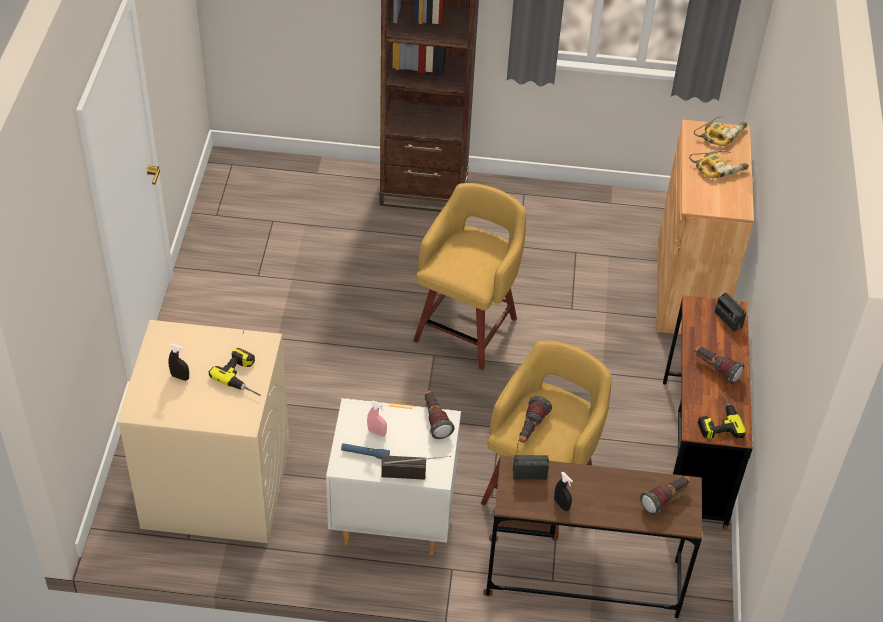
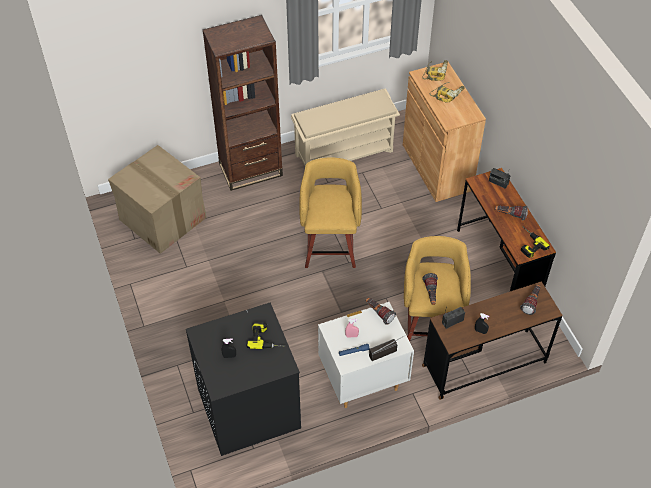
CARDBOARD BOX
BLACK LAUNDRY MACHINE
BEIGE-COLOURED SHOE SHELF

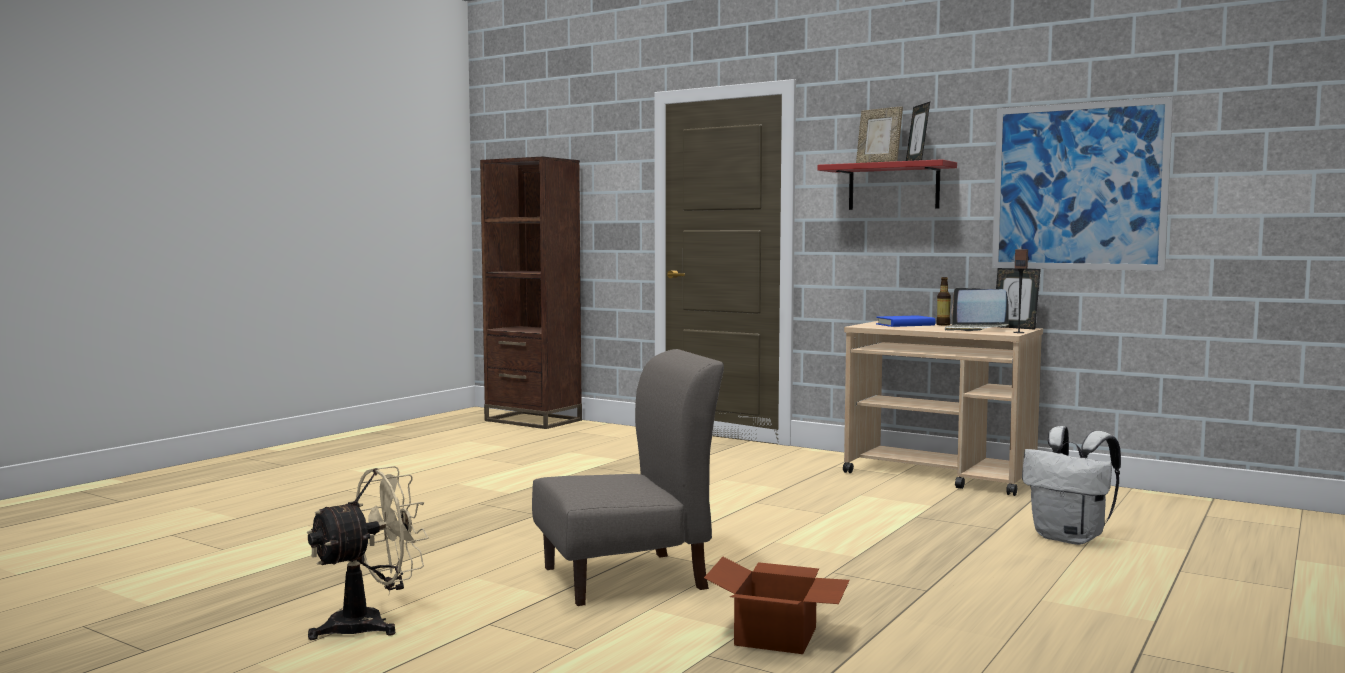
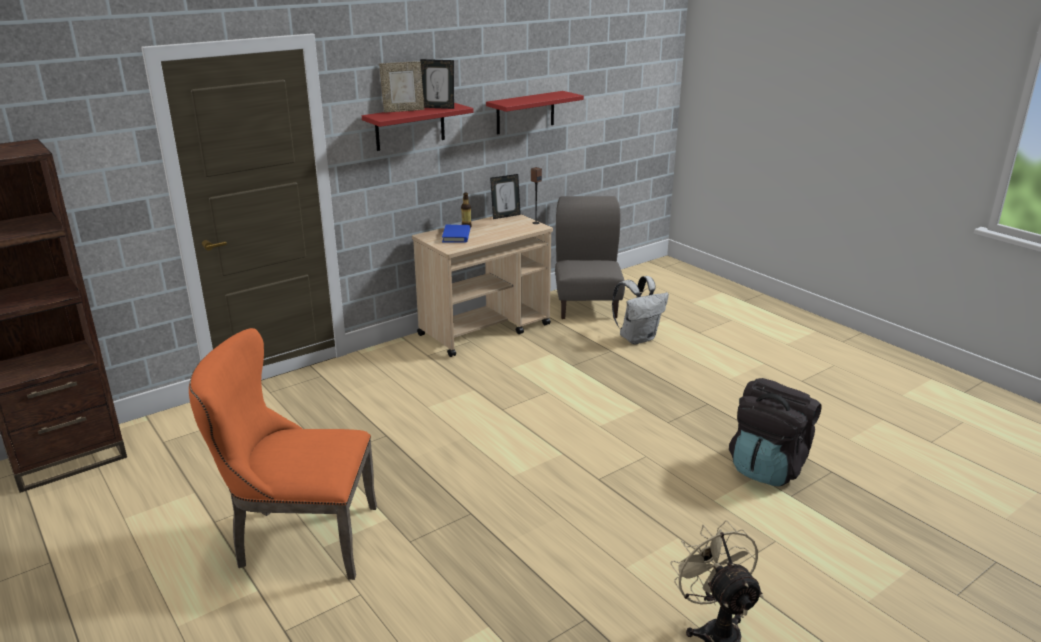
ORANGE CHAIR
REDDISH WALL SHELF (2nd from left)
GREY CHAIR
BLACK BACKPACK
PORTABLE COMPUTER

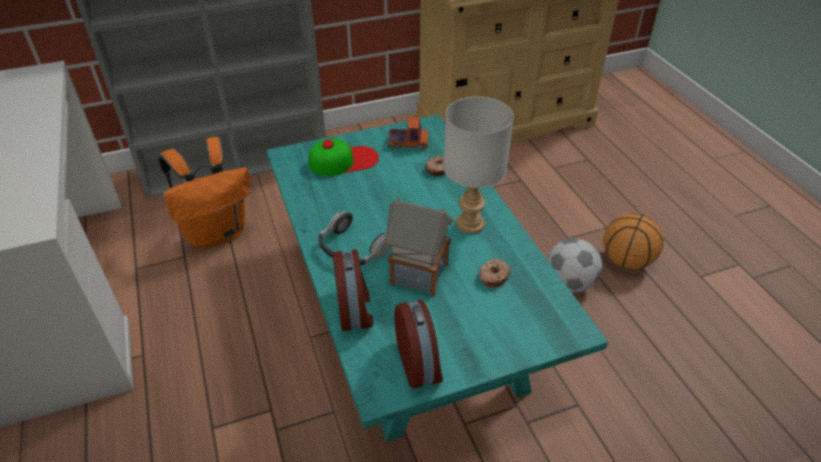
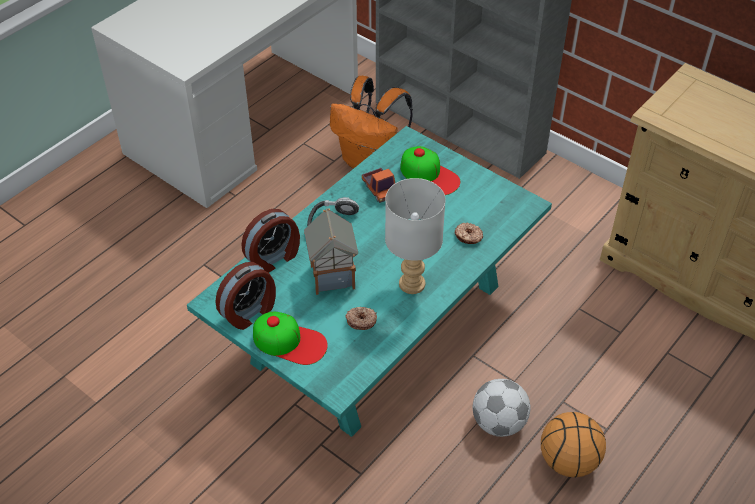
CAP (1st from left)
TOY TRUCK

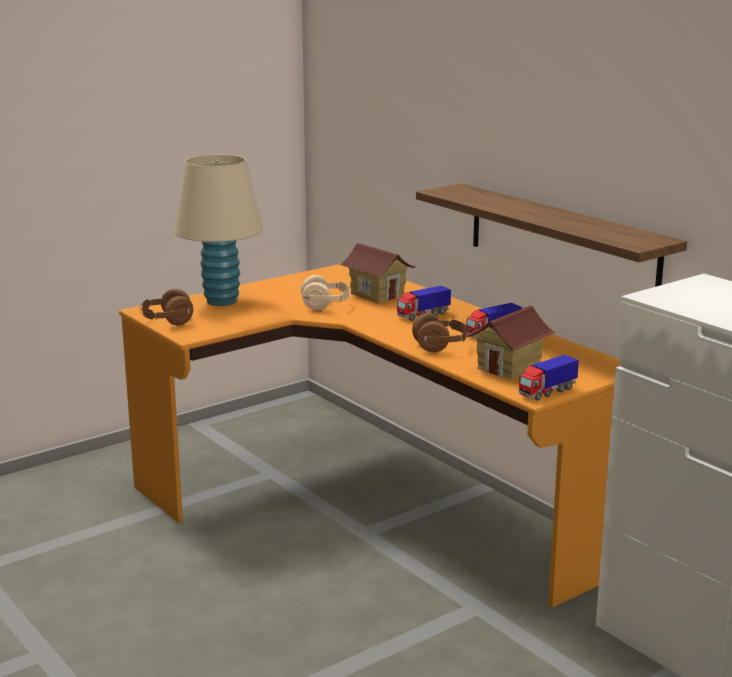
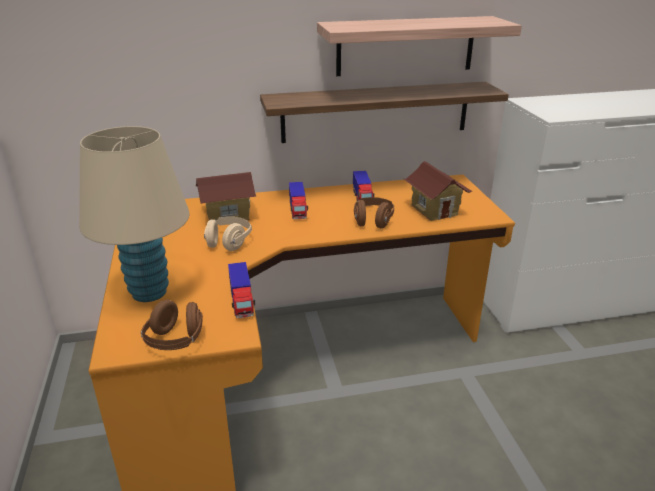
TOY TRUCK (1st from left)
WALL SHELF (2nd from left)

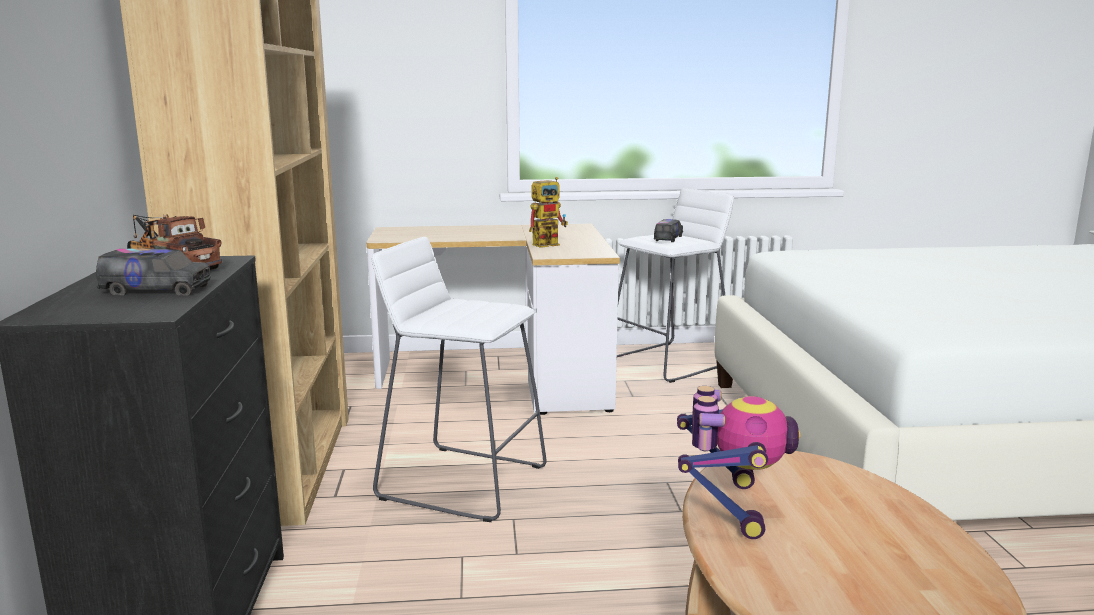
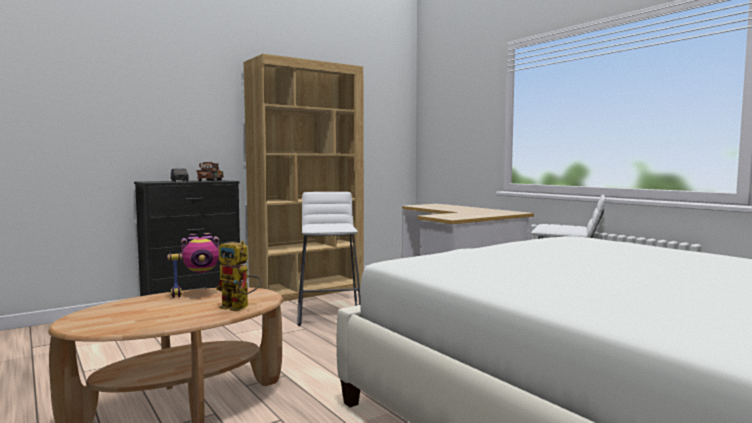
ROBOT FIGURE (2nd from left)
TOY TRUCK (3rd from left in the first image)

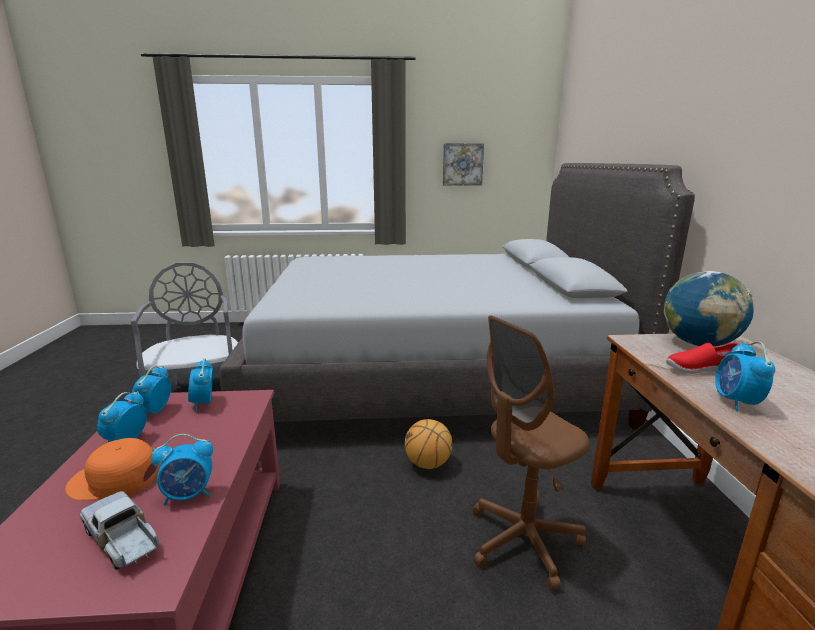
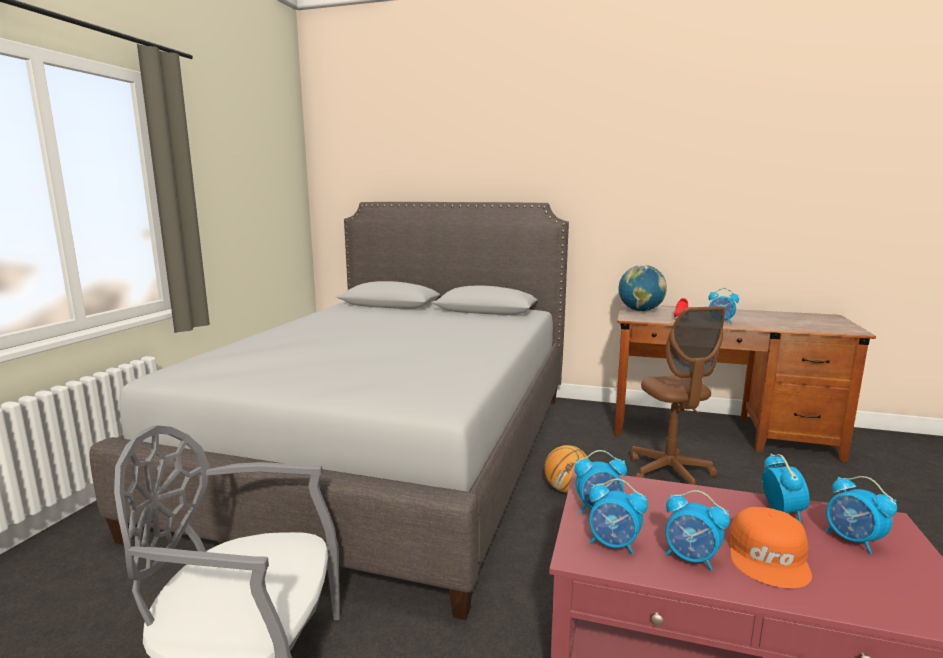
TABLE CLOCK (6th from left)
PICTURE

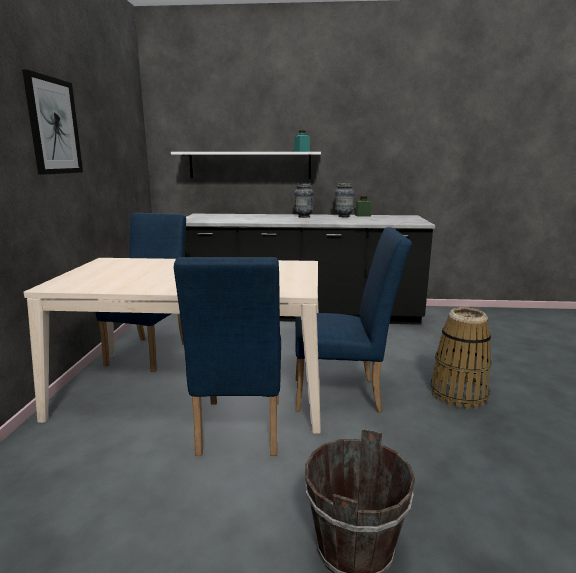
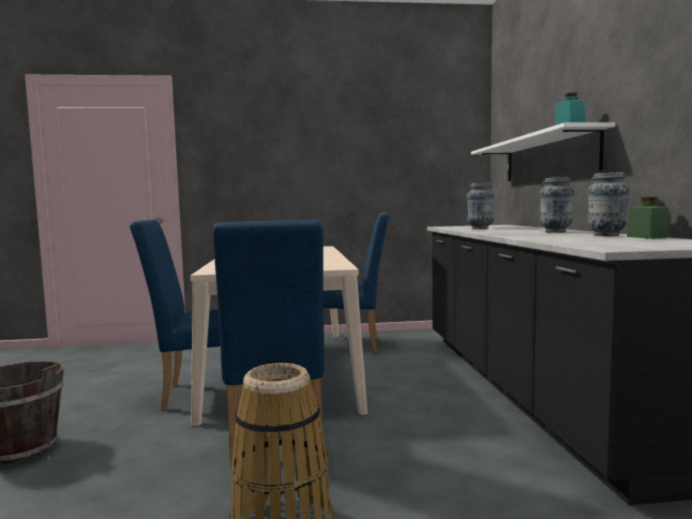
VASE (1st from left)
PICTURE

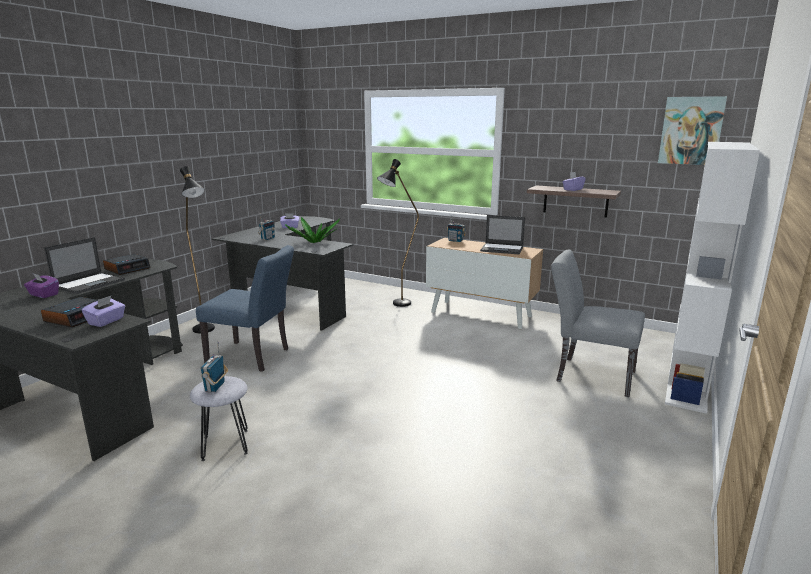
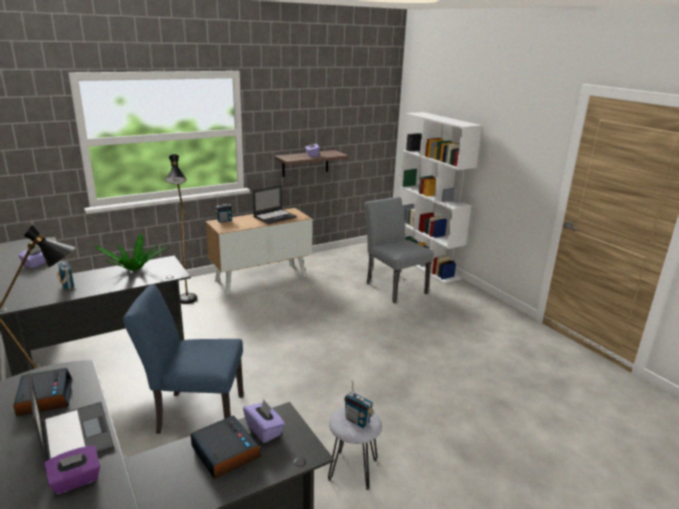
BLUISH CHAIR
GREY CHAIR
PICTURE

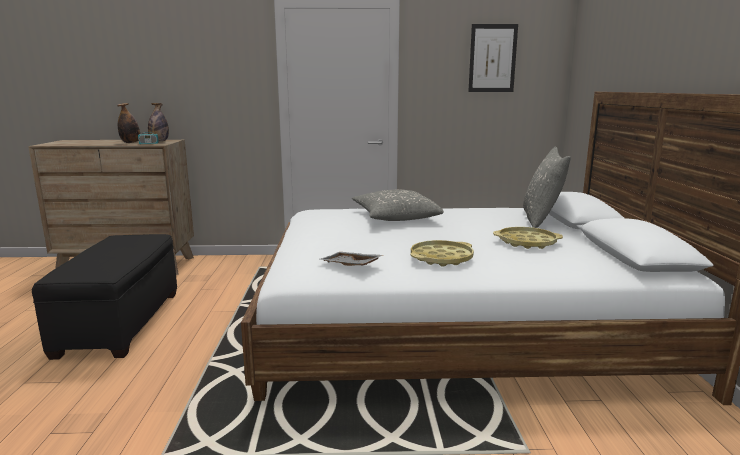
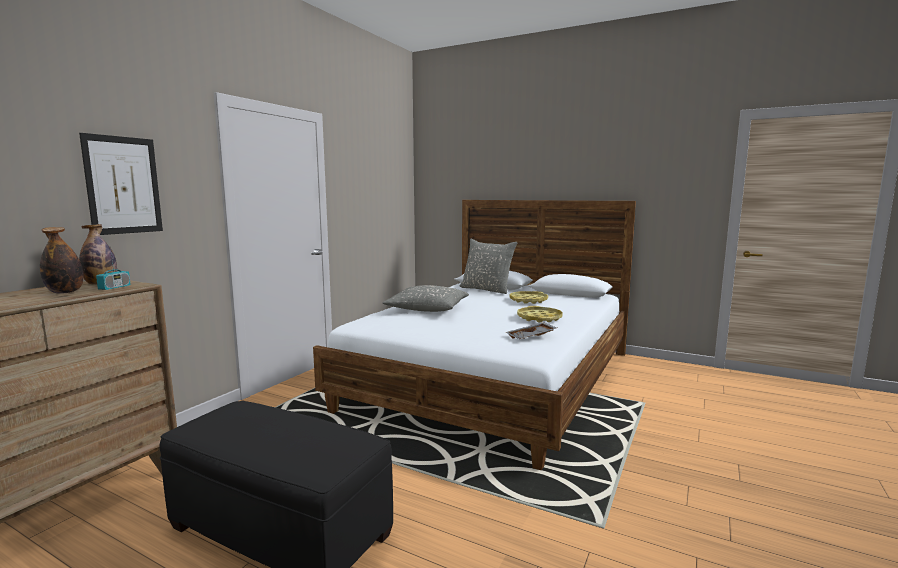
PICTURE

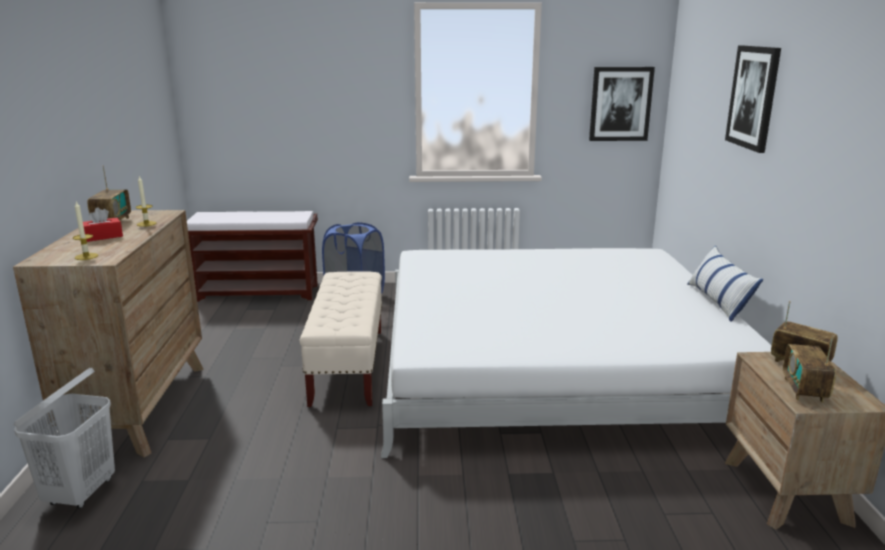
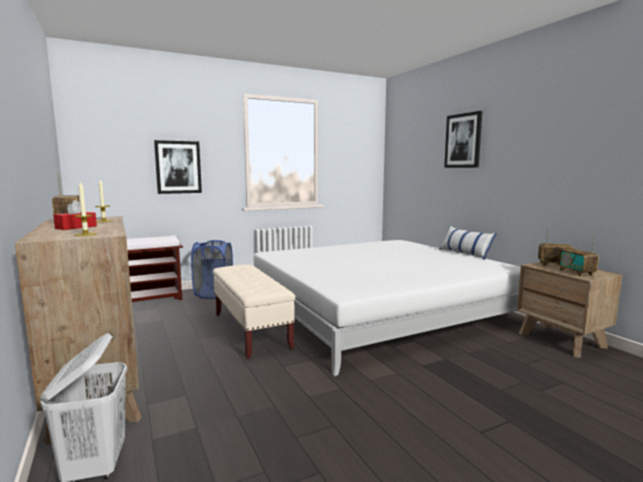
PICTURE (1st from left)

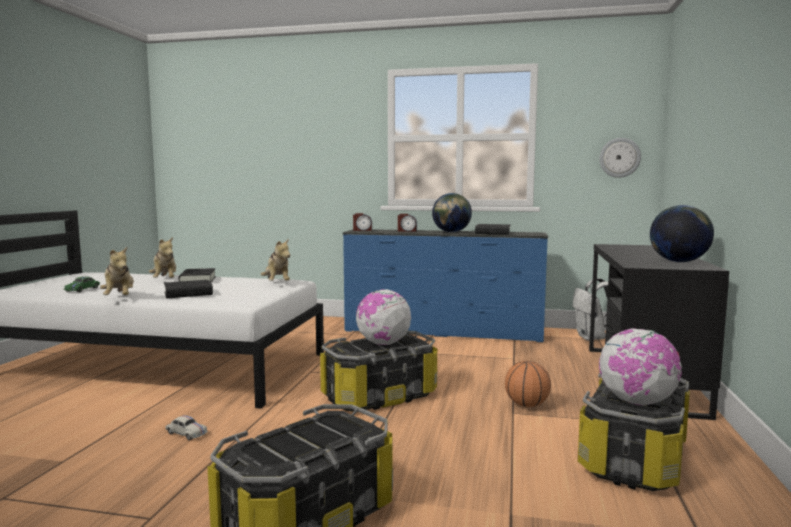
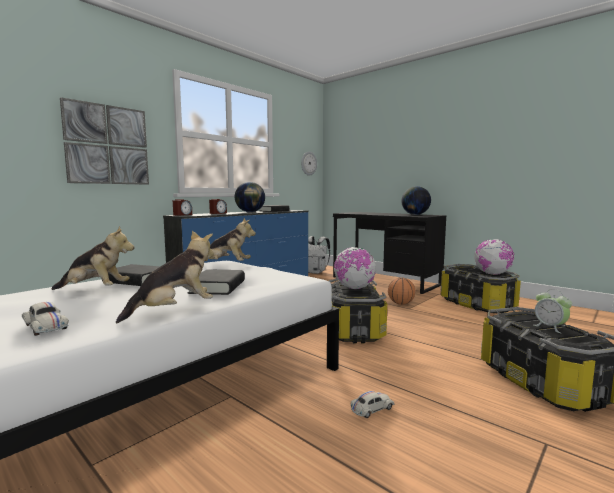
WHITISH MODEL CAR (1st from left)
PICTURE
CUDDLY TOY (2nd from left)
TABLE CLOCK (3rd from left)

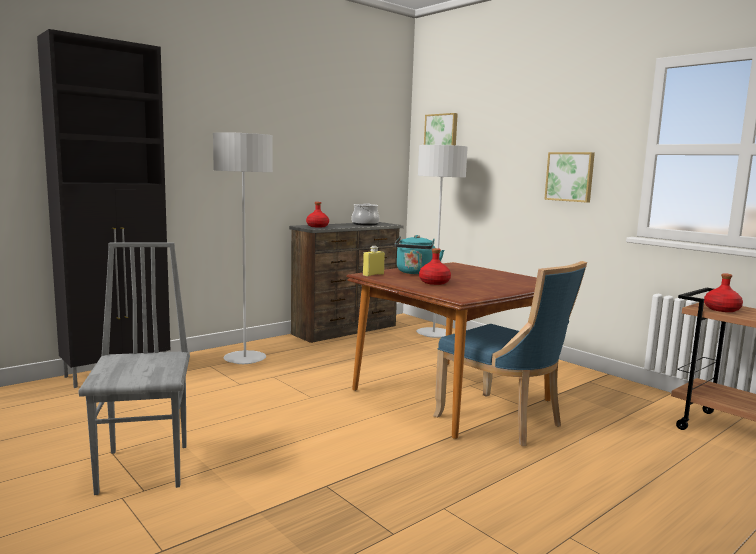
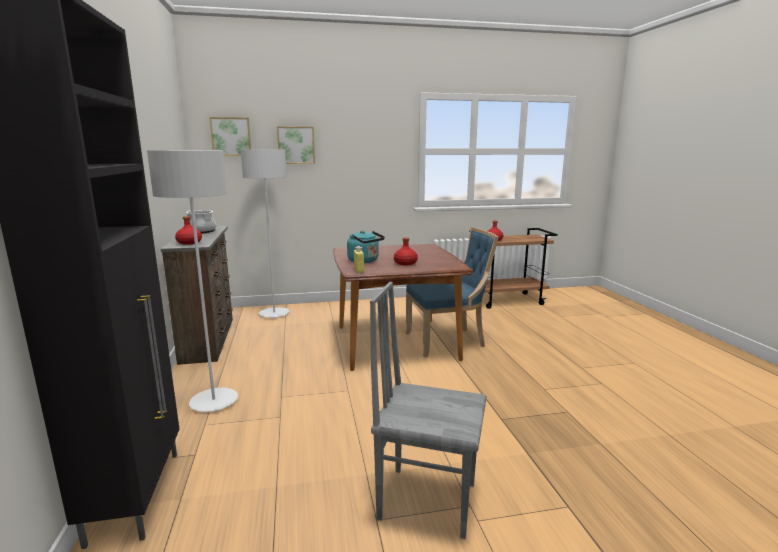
PICTURE (2nd from left)

